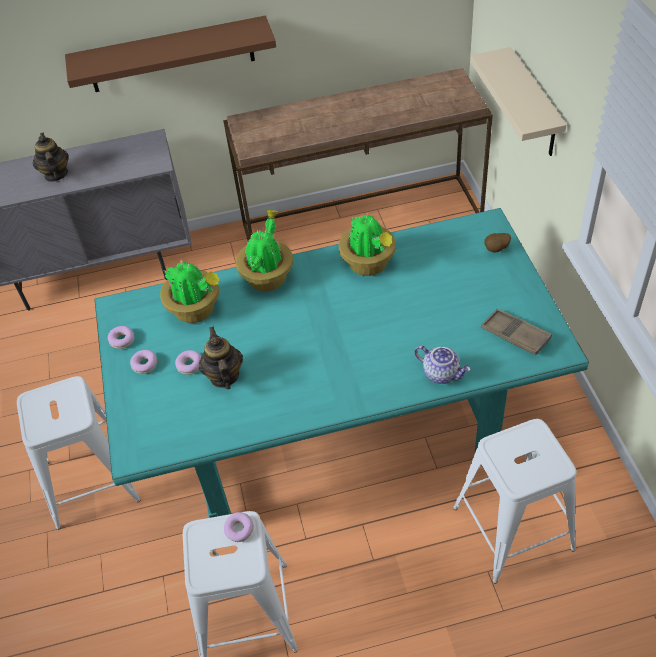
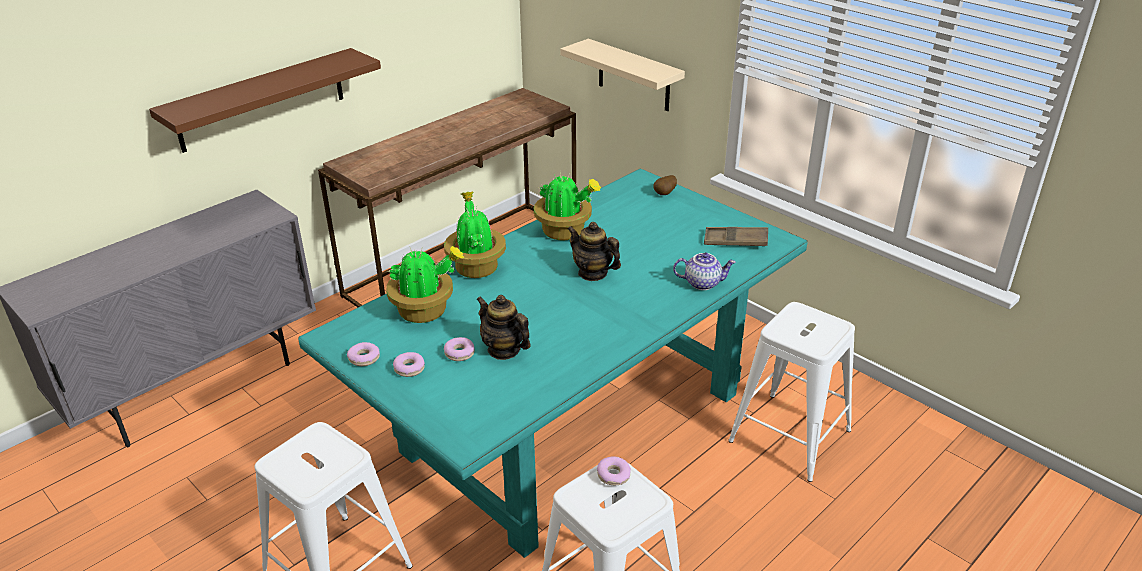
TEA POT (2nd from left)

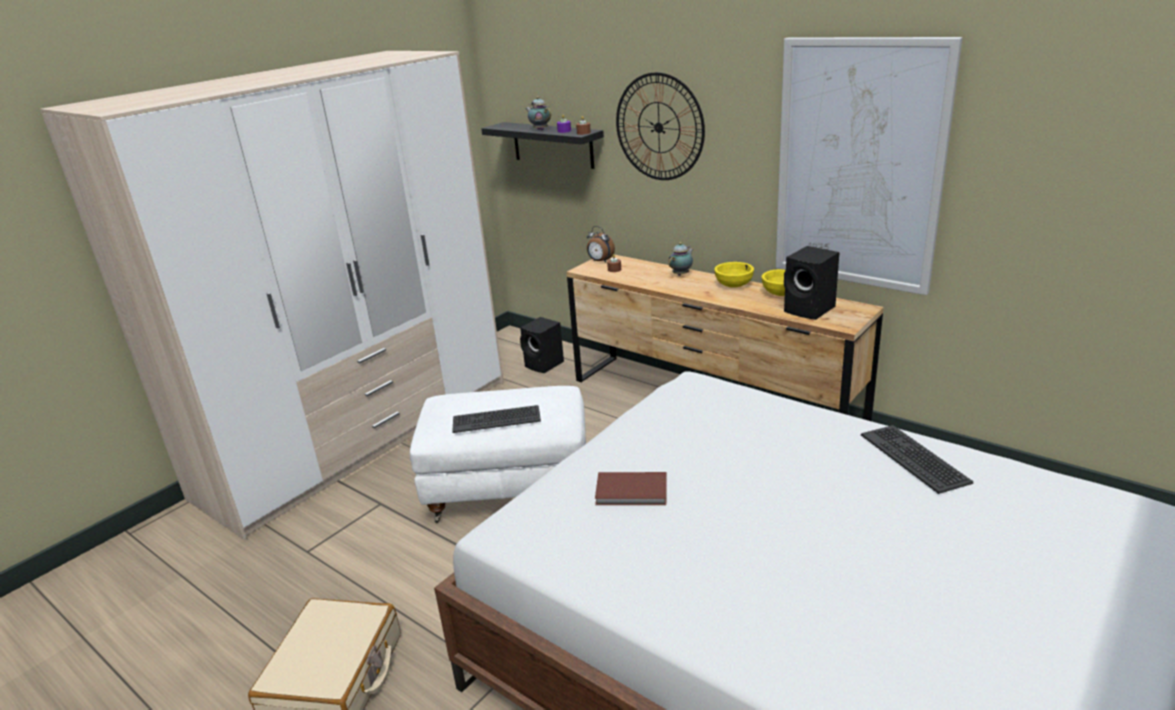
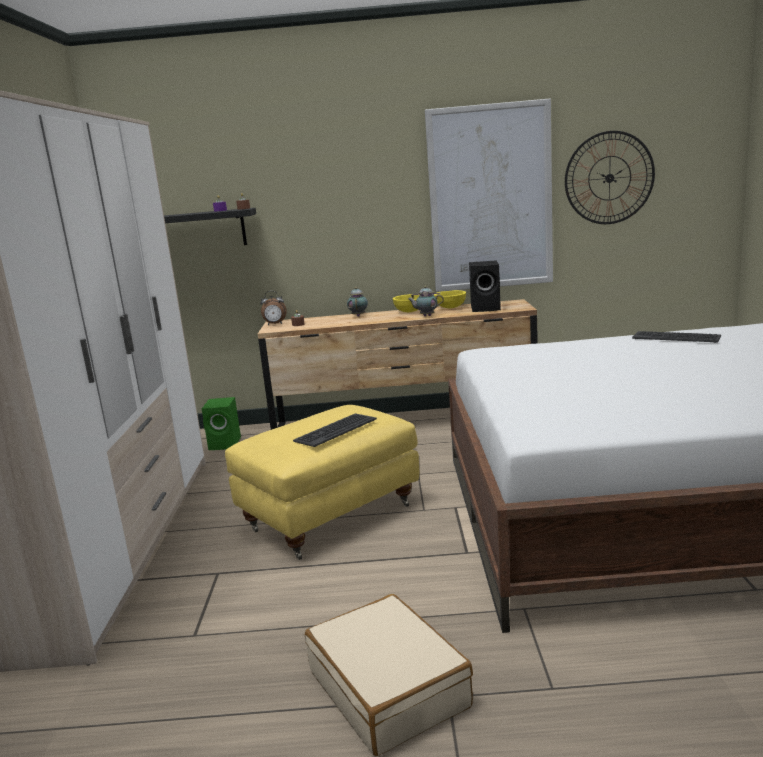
GREEN AUDIO SPEAKER
YELLOWISH OTTOMAN
TEA POT (2nd from left)
CLOCK ON THE WALL
BROWN-COLOURED BOOK

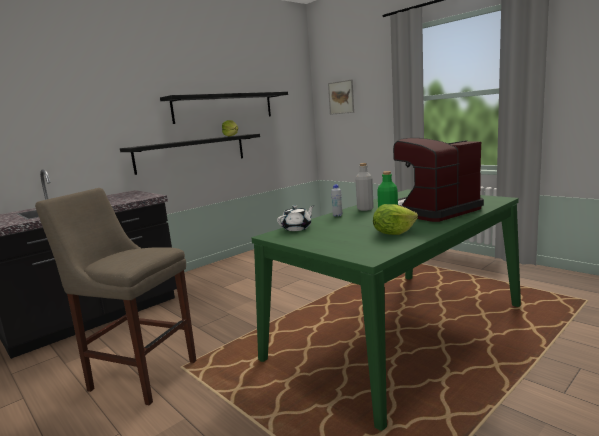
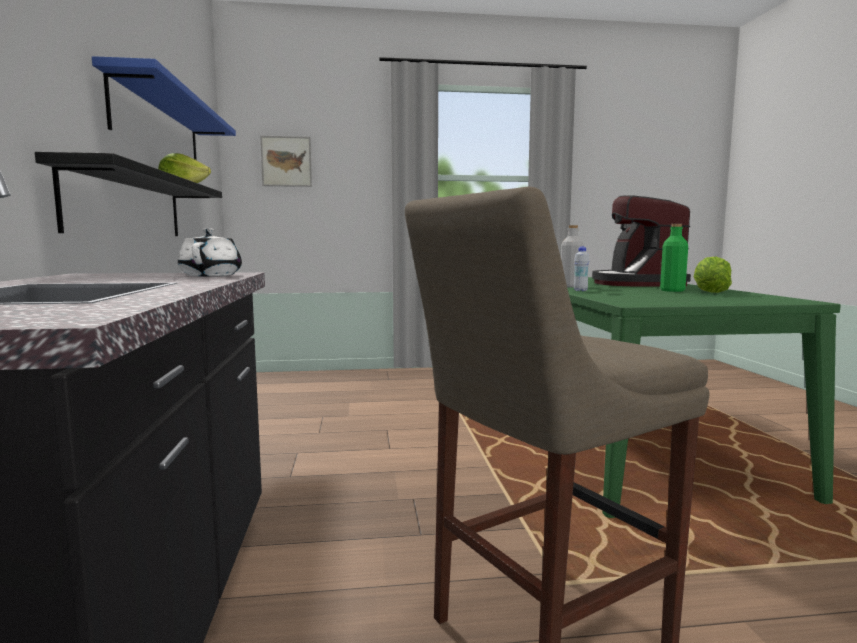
BLUISH WALL SHELF
WHITISH TEA POT

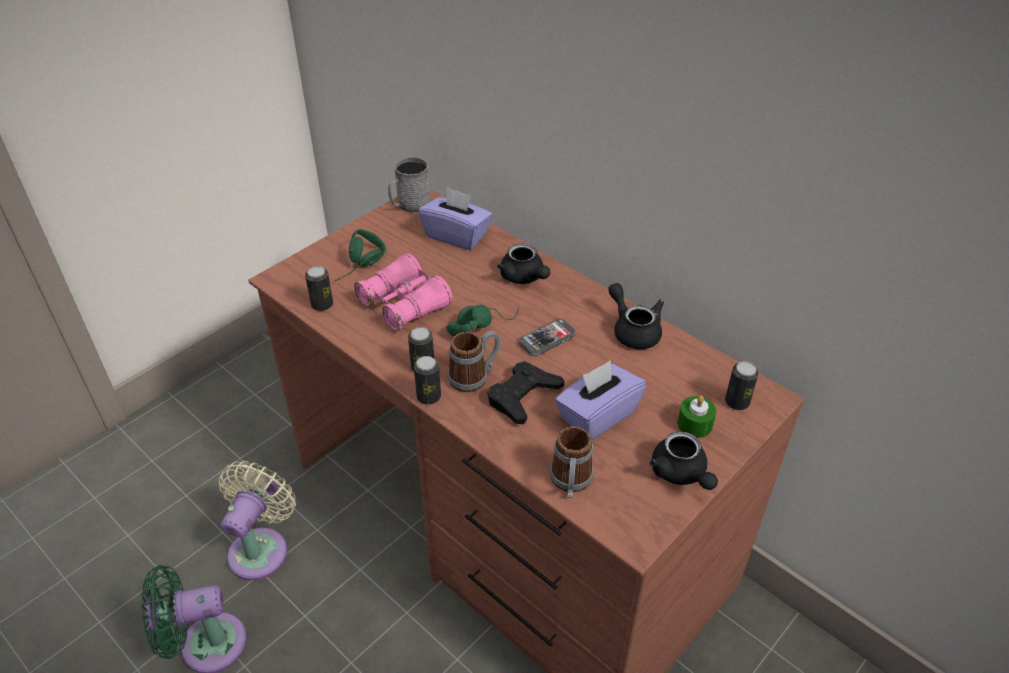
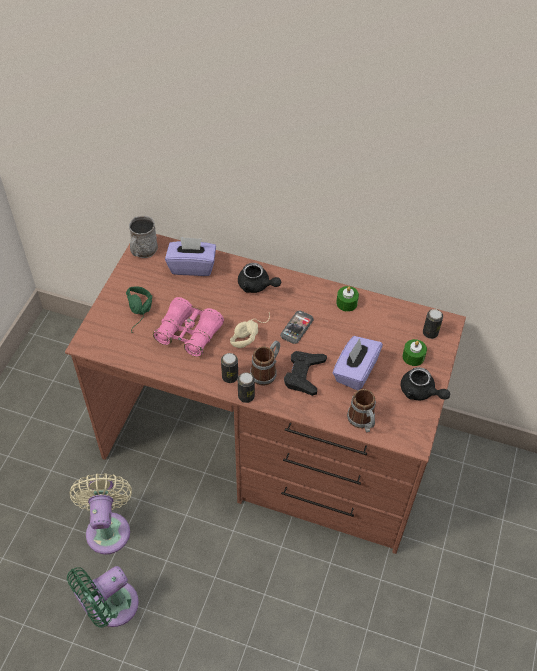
BEIGE-COLOURED HEADSET
GREEN WAX CANDLE (1st from left)
METAL CAN (1st from left in the first image)

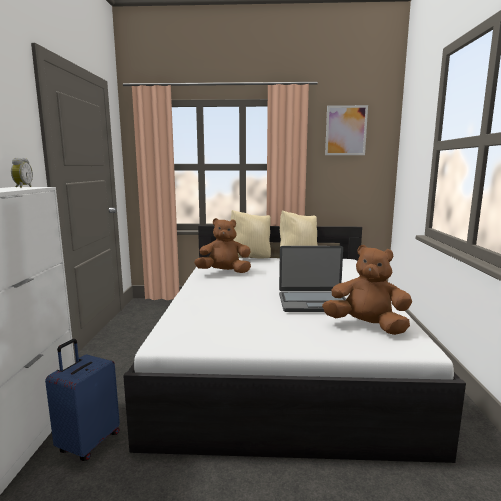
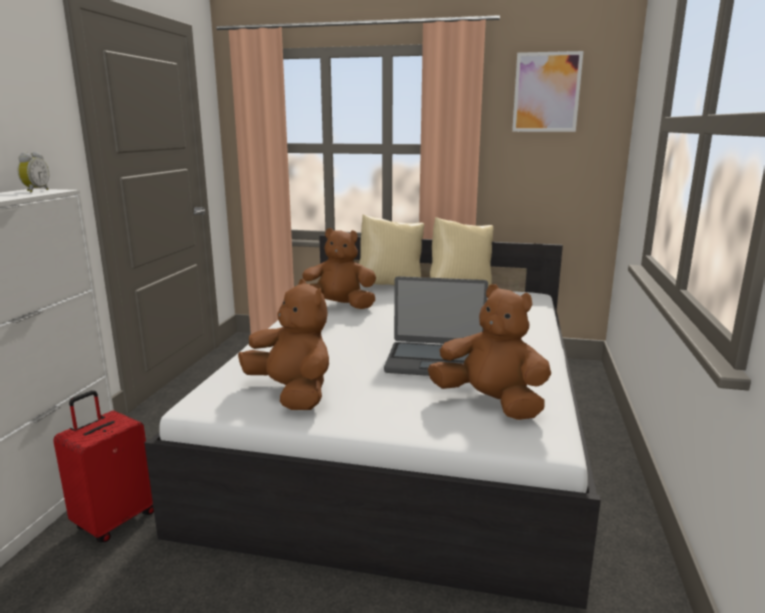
REDDISH SUITCASE
BROWN-COLOURED CUDDLY TOY (1st from left)

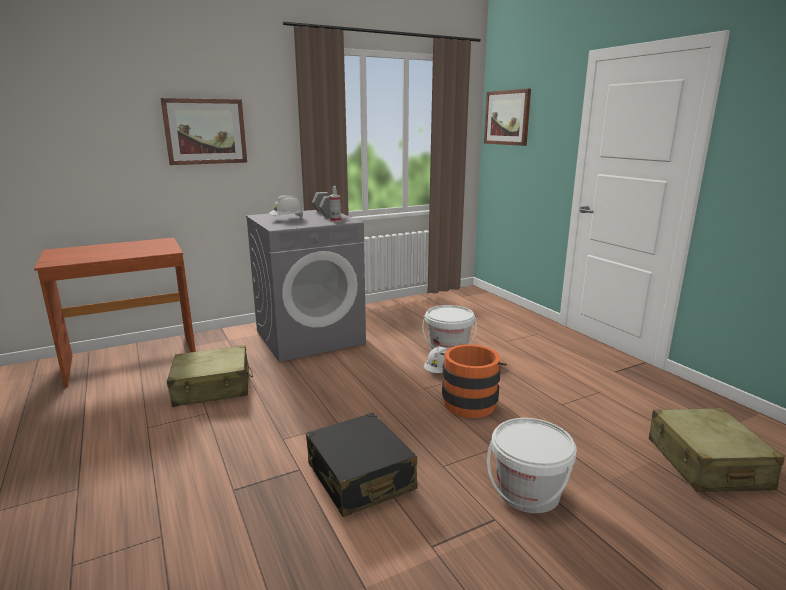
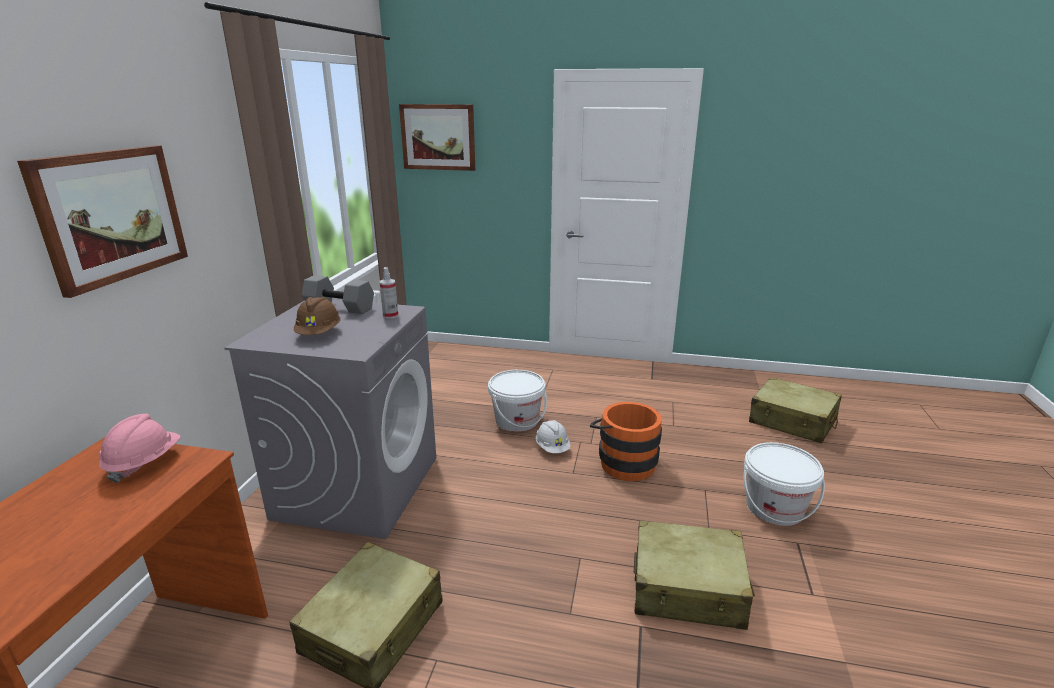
PINK-COLOURED SAFETY HELMET
BROWN-COLOURED SAFETY HELMET
BEIGE-COLOURED SUITCASE (2nd from left)

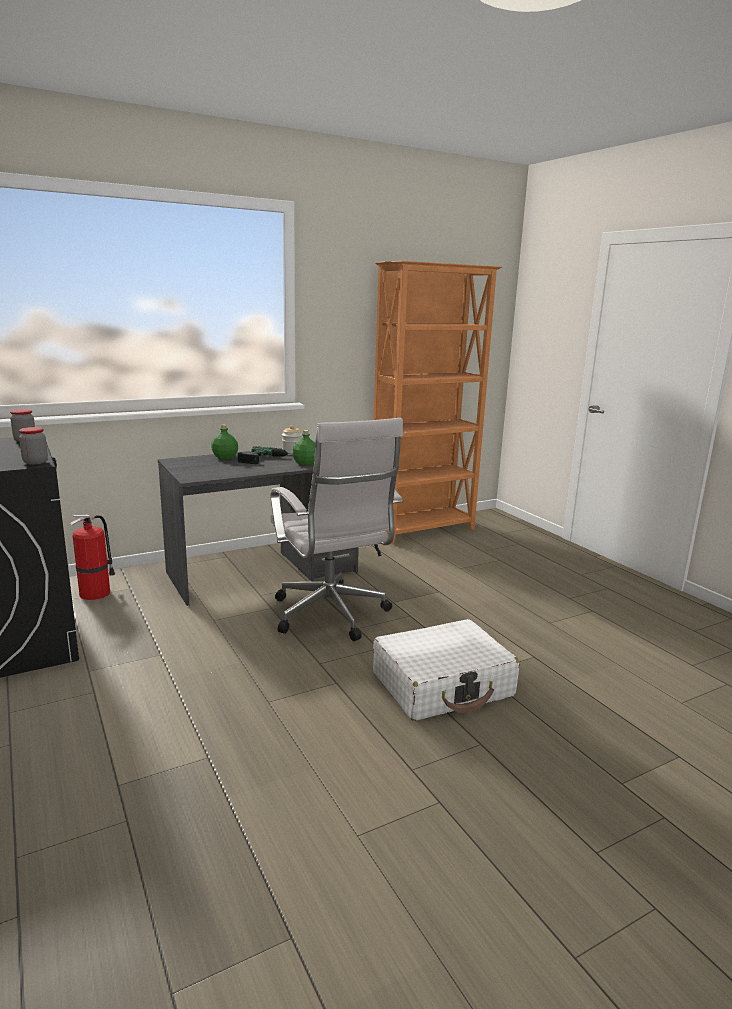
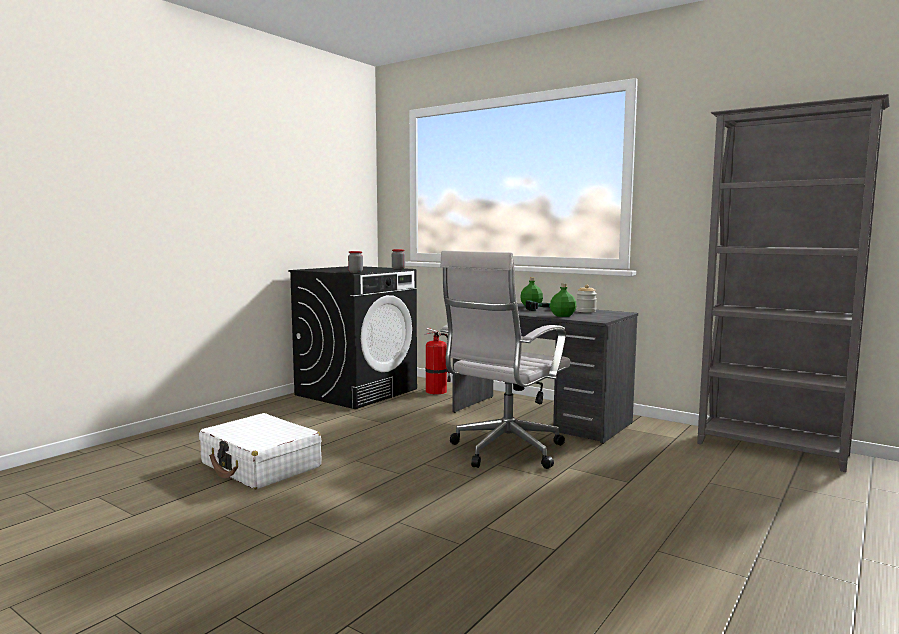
WHITISH SUITCASE
GREY BOOKSHELF

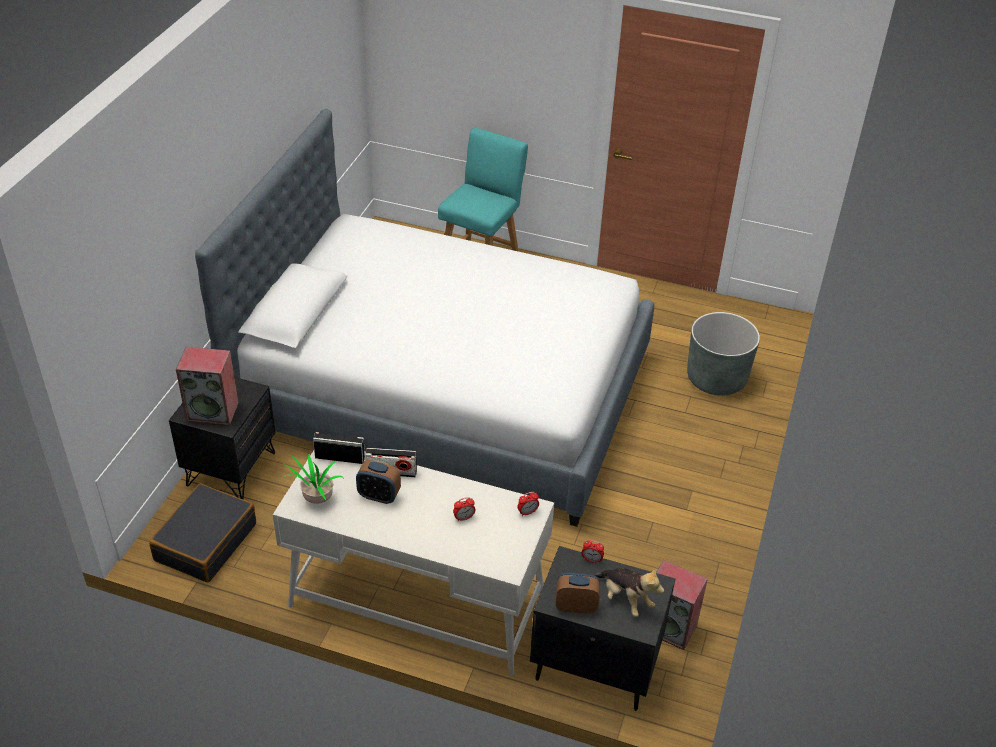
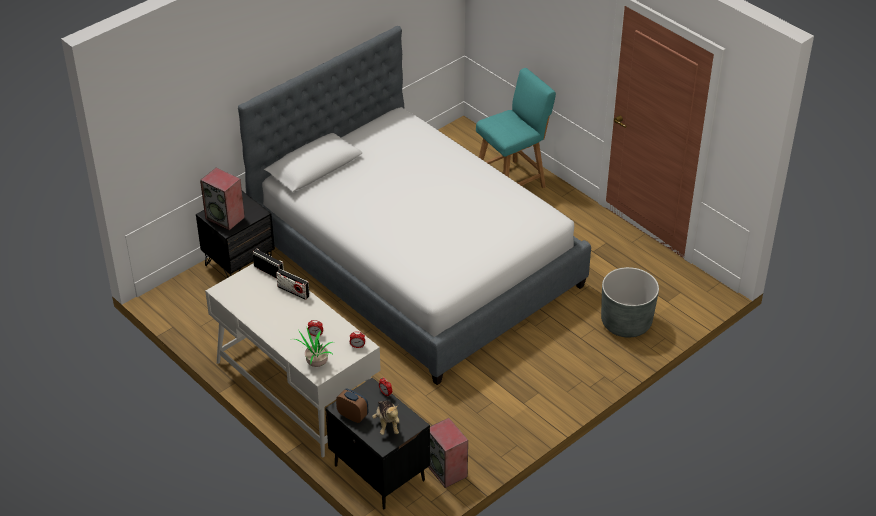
PLANT IN A POT
BLACK SUITCASE
TABLE CLOCK (1st from left in the first image)

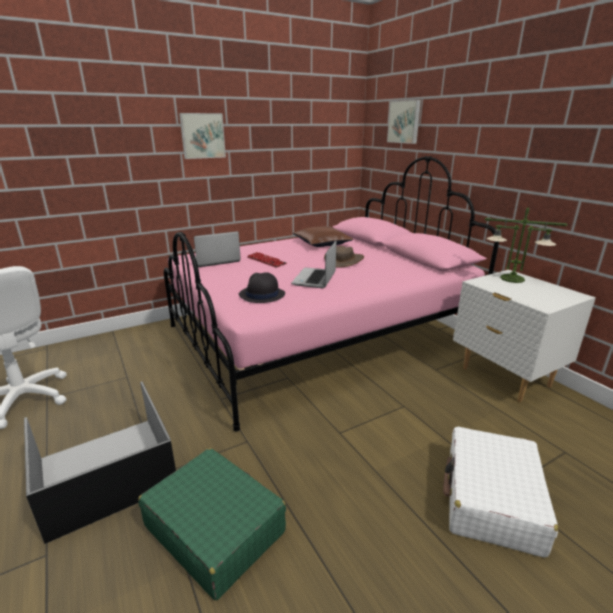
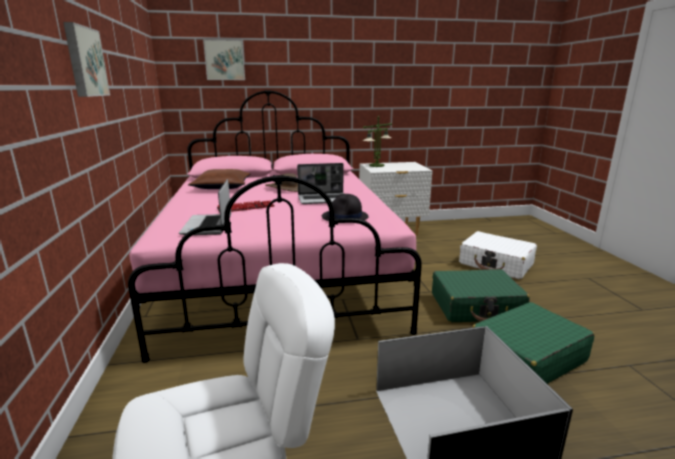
PORTABLE COMPUTER (2nd from left)
GREEN SUITCASE (1st from left)

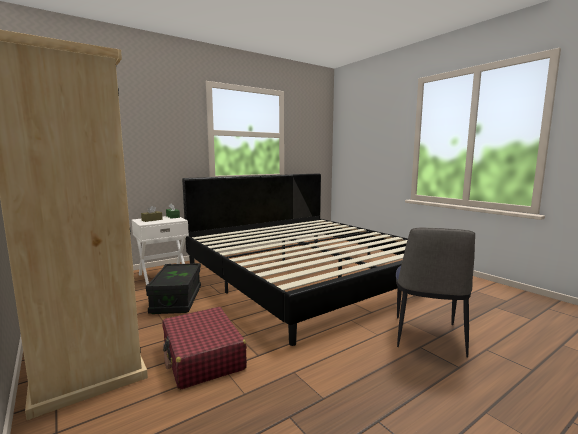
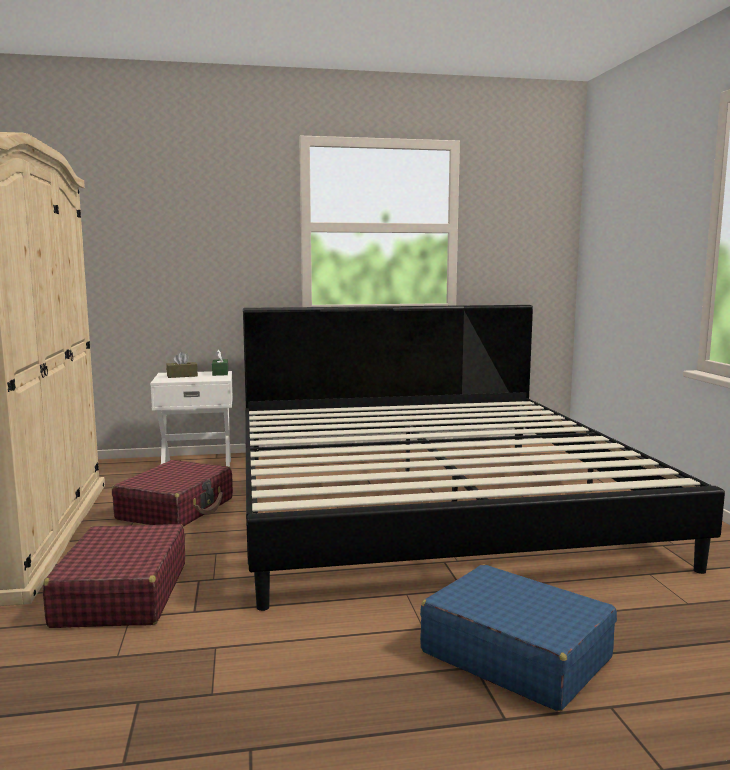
REDDISH SUITCASE (2nd from left)
BLUISH SUITCASE

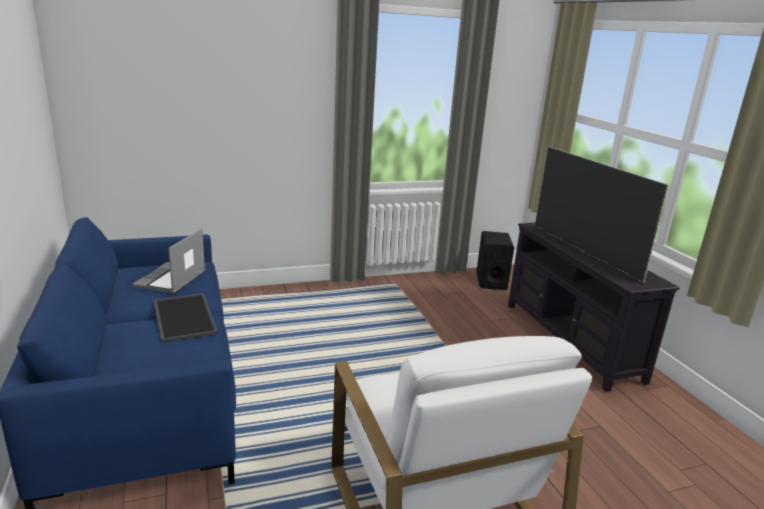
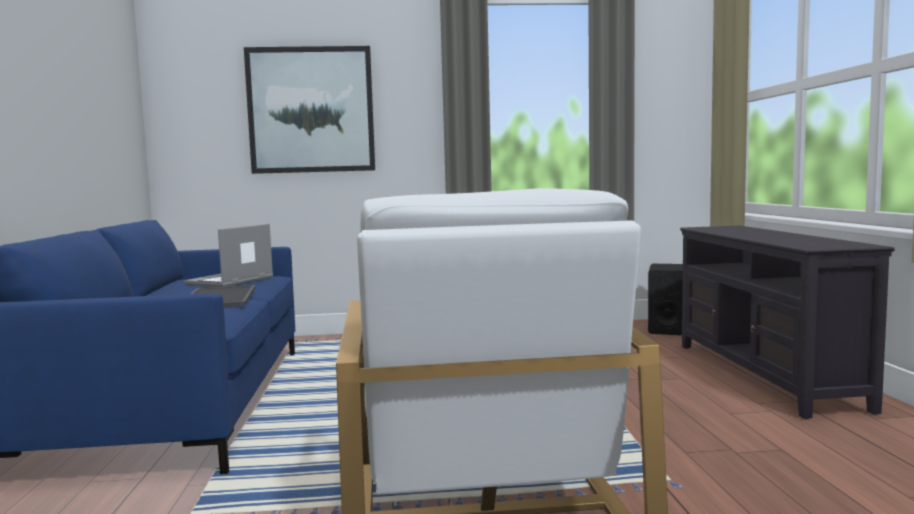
PICTURE
TELEVISION

